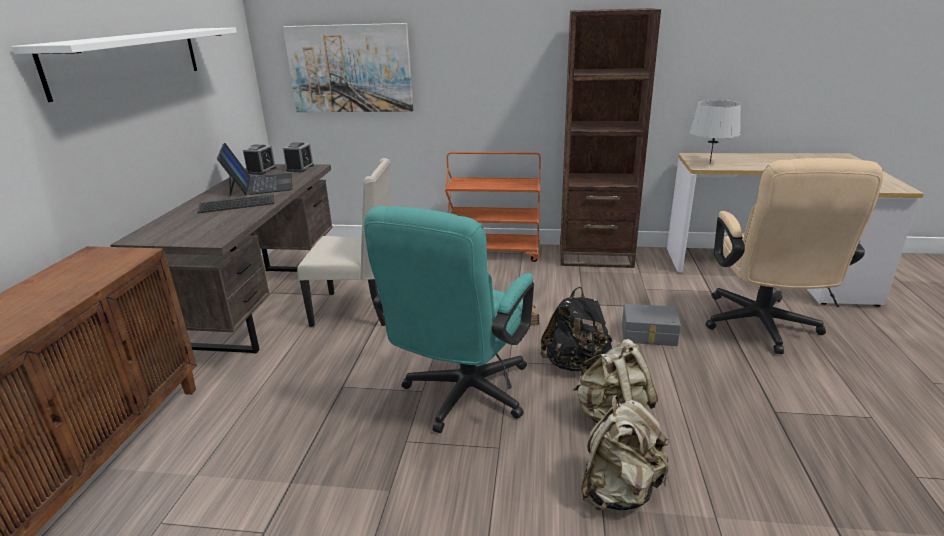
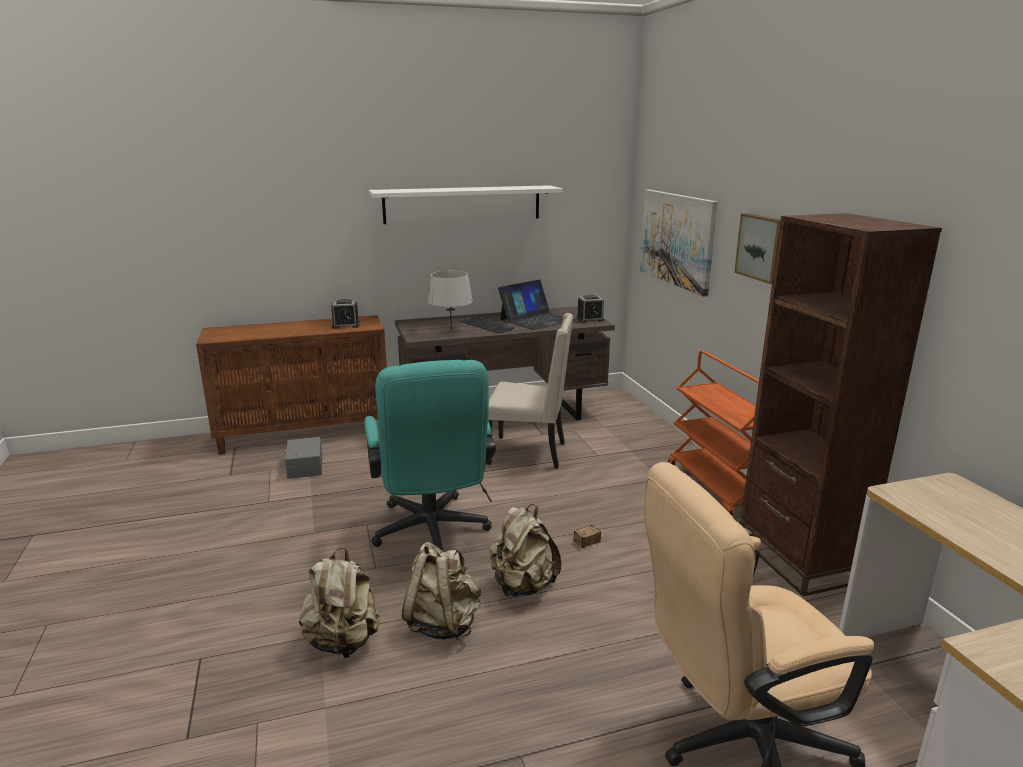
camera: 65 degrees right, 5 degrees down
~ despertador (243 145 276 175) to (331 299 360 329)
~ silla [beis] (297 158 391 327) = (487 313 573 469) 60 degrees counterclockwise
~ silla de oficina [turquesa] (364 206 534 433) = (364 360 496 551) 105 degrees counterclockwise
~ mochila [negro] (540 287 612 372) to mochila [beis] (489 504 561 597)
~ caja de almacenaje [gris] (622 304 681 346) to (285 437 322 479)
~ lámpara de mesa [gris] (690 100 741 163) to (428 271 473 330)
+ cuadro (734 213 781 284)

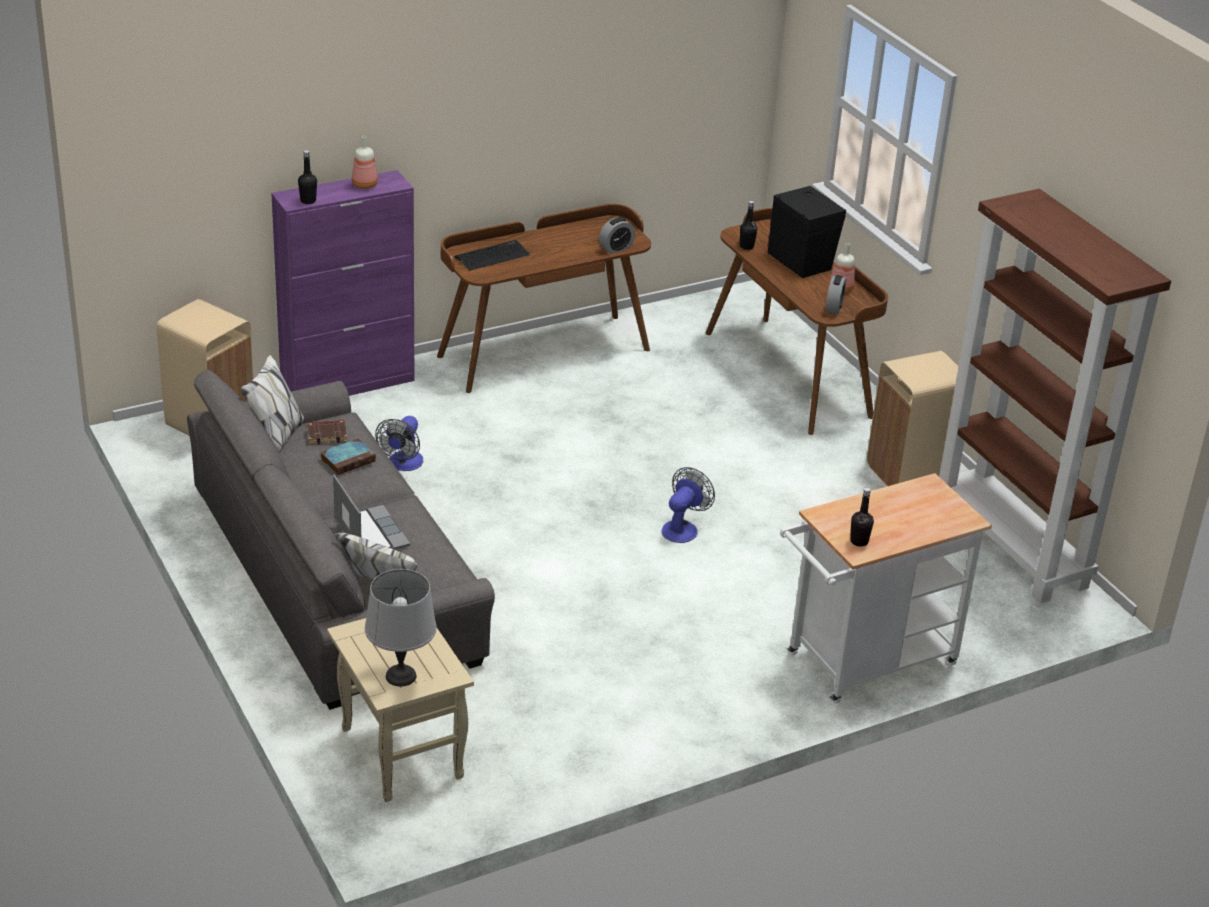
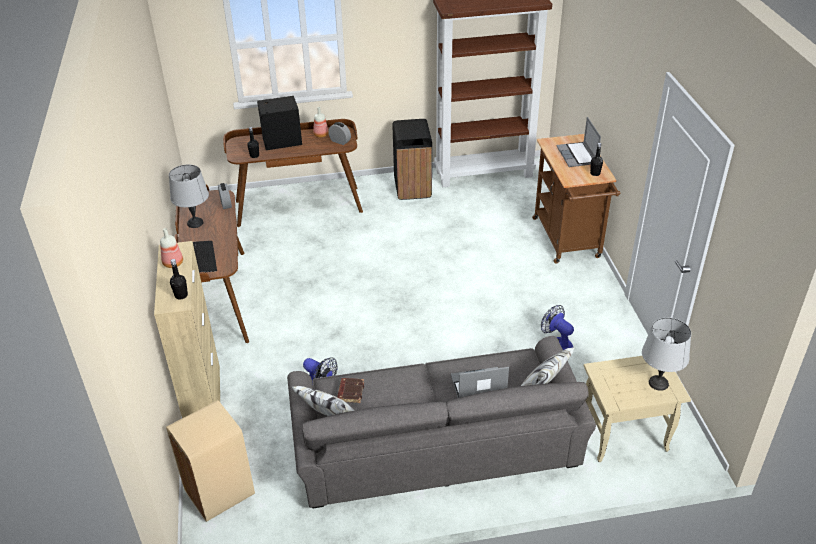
camera: 70 degrees left, 5 degrees up
~ armario [morado] (271 170 414 396) to armario [beis] (154 241 220 418)
- libro (321 438 376 475)
~ ventilador (662 467 715 543) to (541 305 574 350)
~ carrito [blanco] (780 473 992 703) to carrito [marrón] (532 134 620 263)
~ papelera [beis] (867 351 959 486) to papelera [negro] (393 119 432 200)
+ lámpara de mesa [gris] (169 164 209 228)
+ portátil (557 117 601 167)

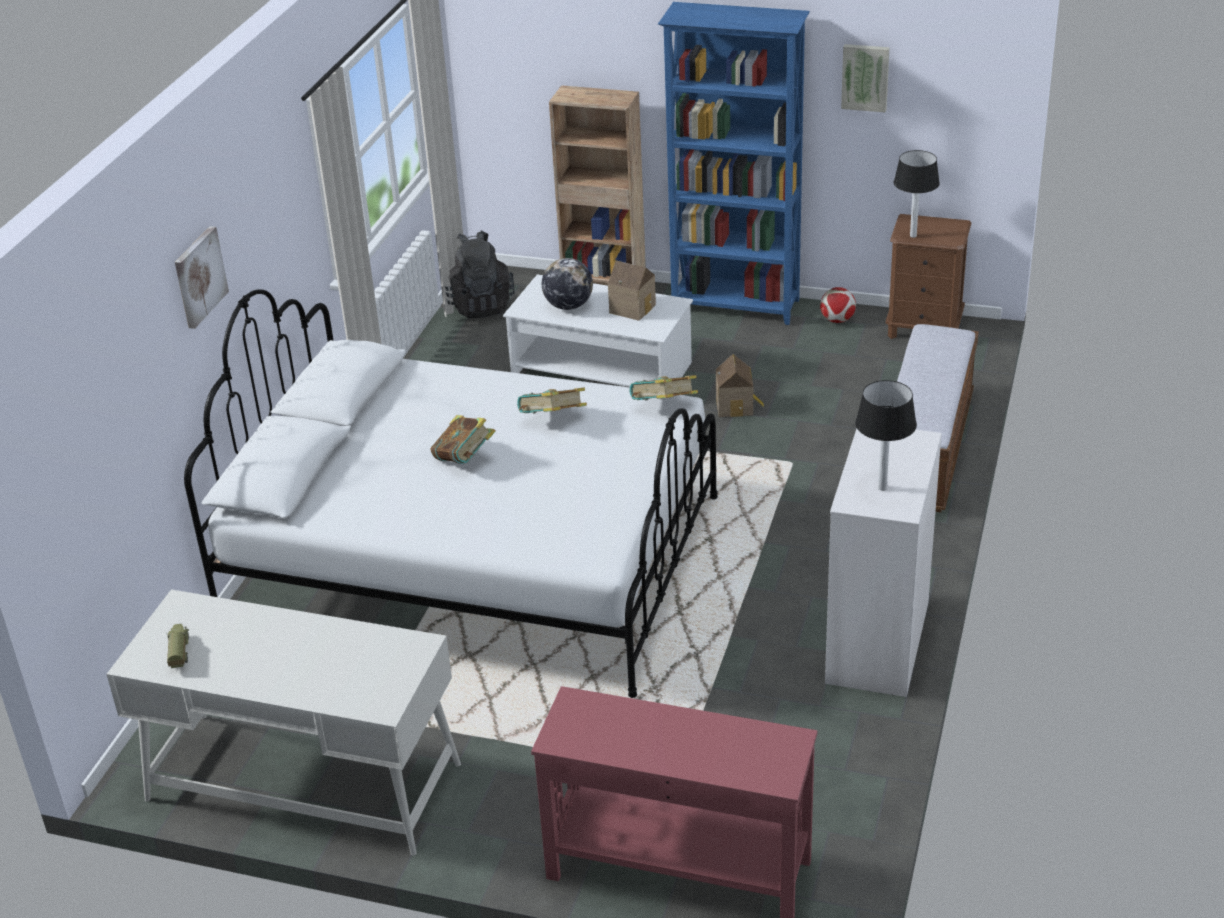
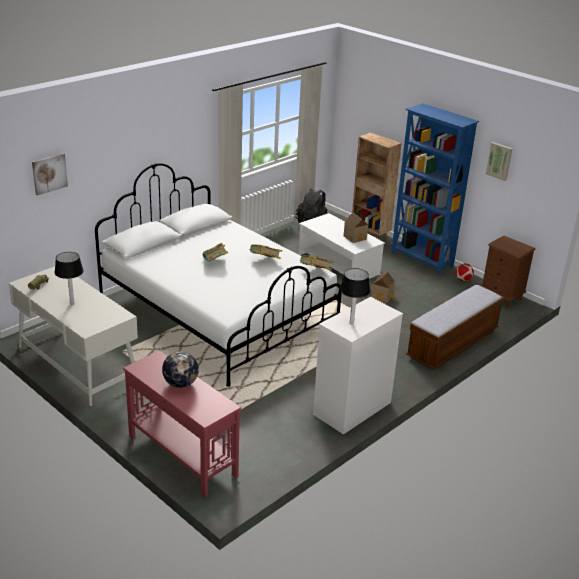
camera: 25 degrees right, 5 degrees down
~ cuadro (175 226 229 329) to (32 153 68 195)
~ globo terráqueo (542 258 593 310) to (162 351 199 388)
~ lámpara de mesa (893 150 940 238) to (55 252 84 304)

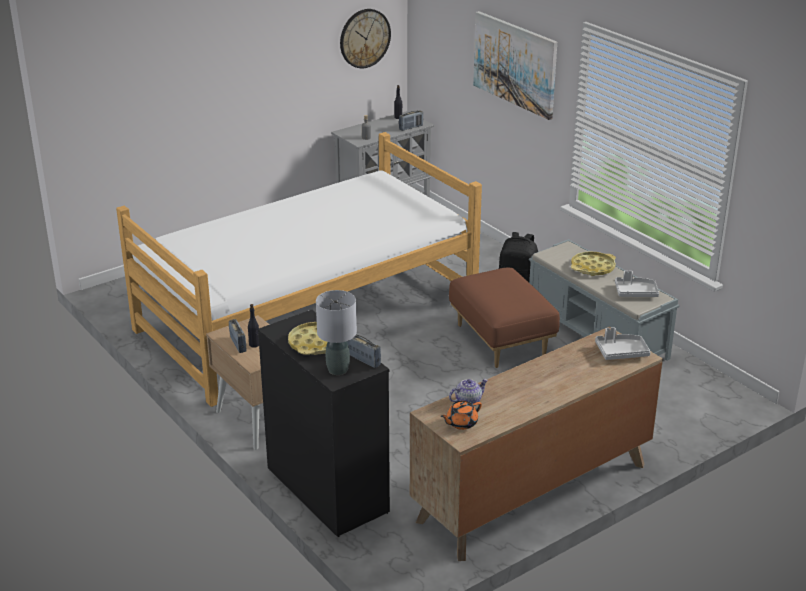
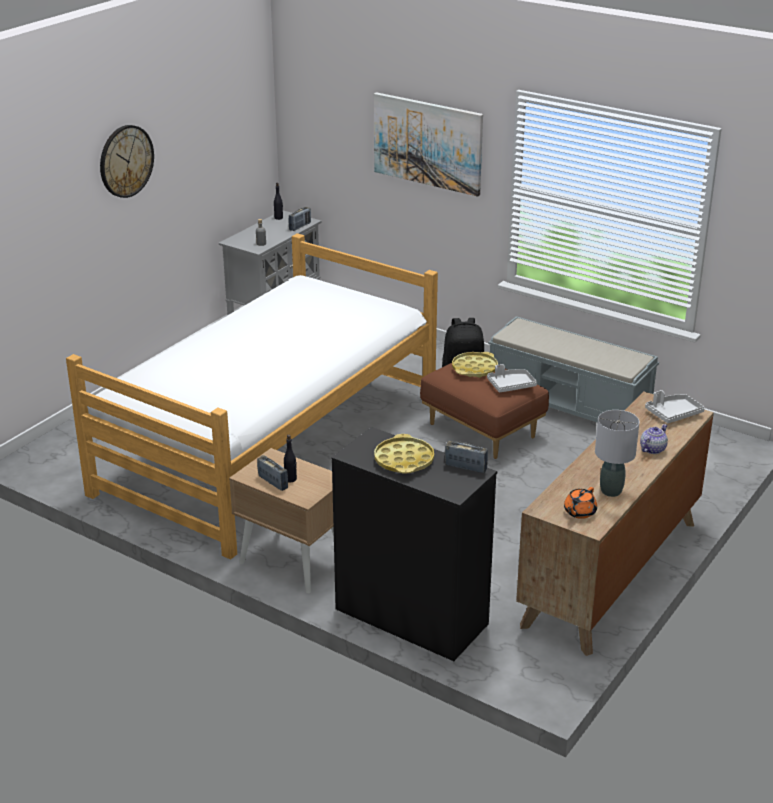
camera: 20 degrees left, 0 degrees up
~ lámpara de mesa [gris] (316 290 357 375) to (595 410 640 497)
~ reloj de pared (340 9 391 68) to (100 125 154 198)
~ tetera (449 379 488 404) to (640 424 668 454)
~ bandeja [amarillo] (571 251 616 276) to (452 352 498 378)
~ bandeja [gris] (615 271 659 297) to (487 364 537 392)

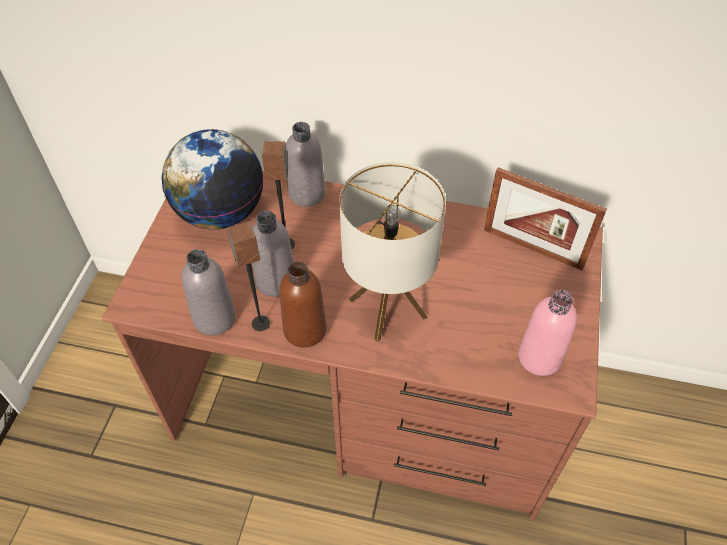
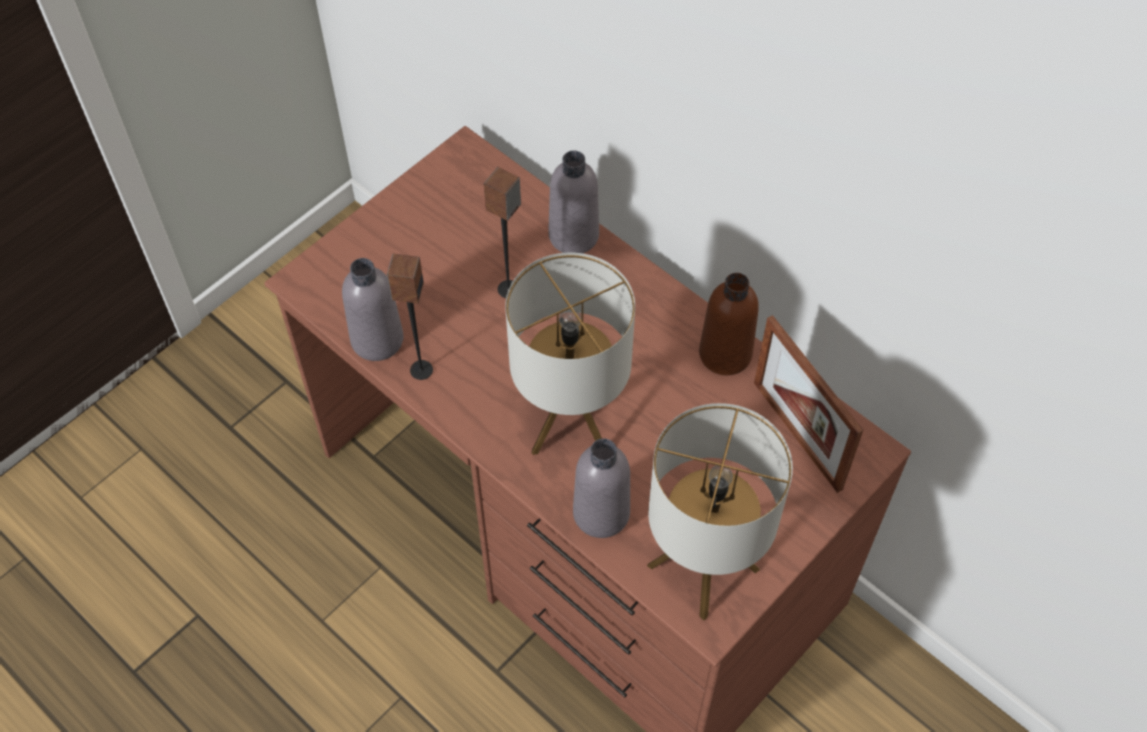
camera: 30 degrees right, 5 degrees up
- globo terráqueo (162 129 263 230)
~ botella [gris] (252 211 294 297) to (573 438 630 538)
~ botella [marrón] (279 261 327 348) to (699 273 759 375)
~ botella [rosa] (518 290 577 376) to lámpara de mesa (647 403 793 620)

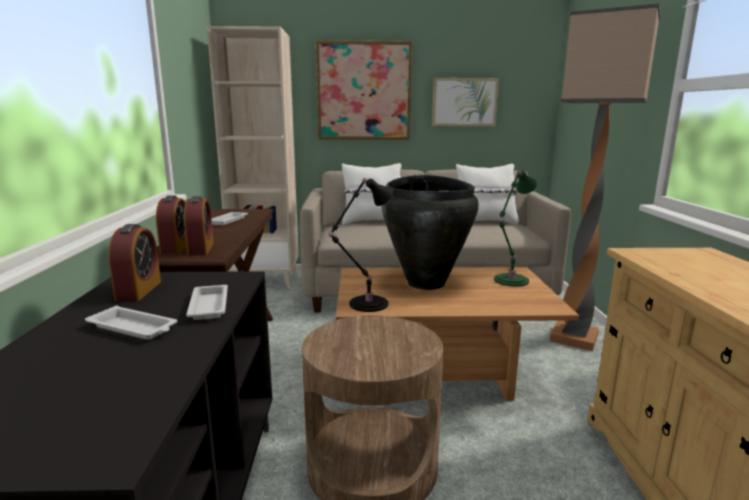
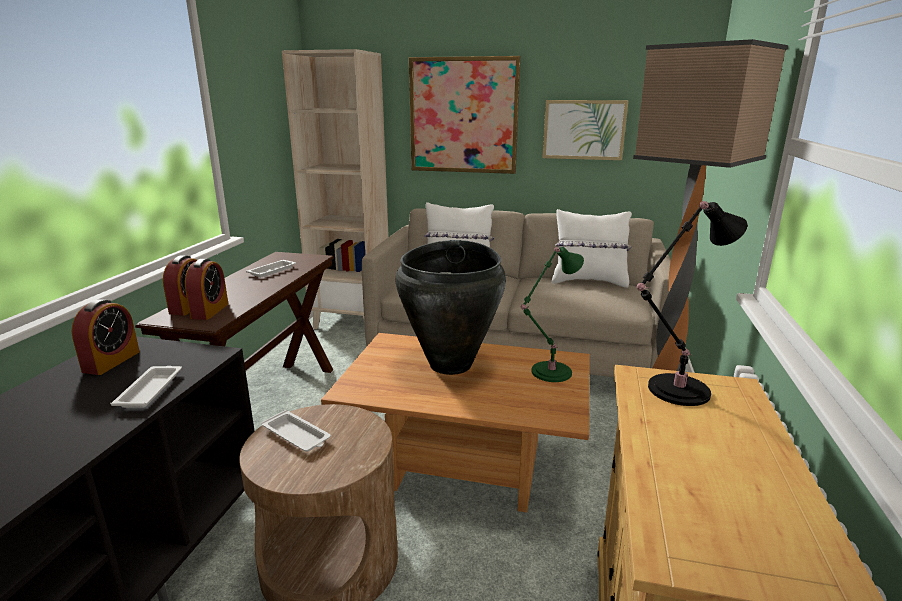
camera: 15 degrees right, 5 degrees up
~ bandeja [blanco] (85 305 177 340) to (261 410 331 452)
~ lámpara de mesa [negro] (328 178 393 312) to (637 201 747 406)

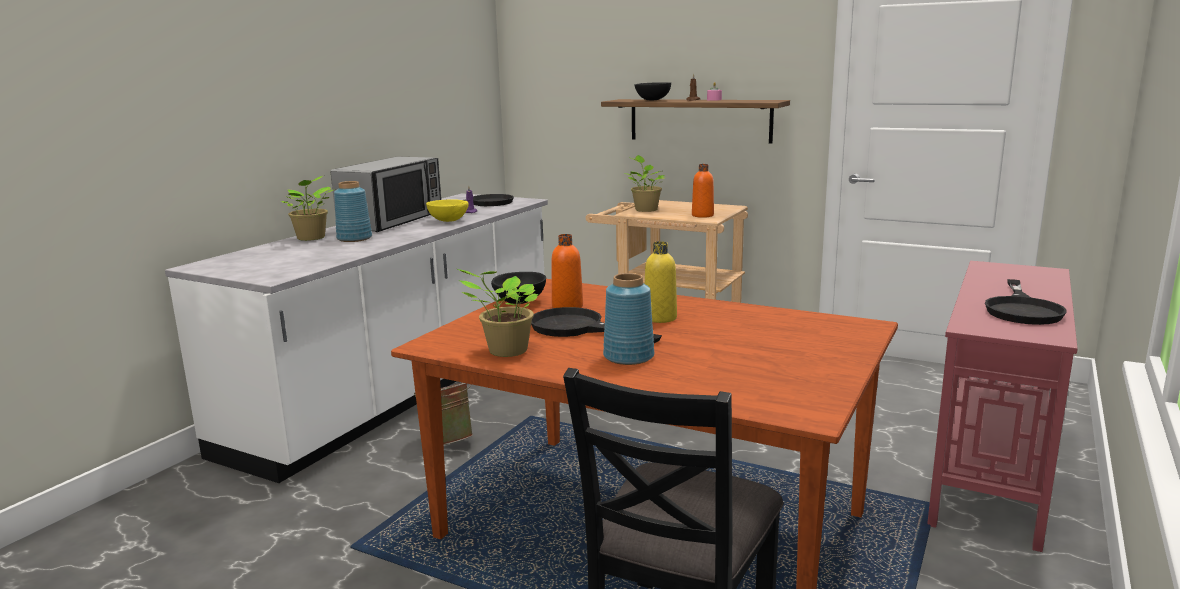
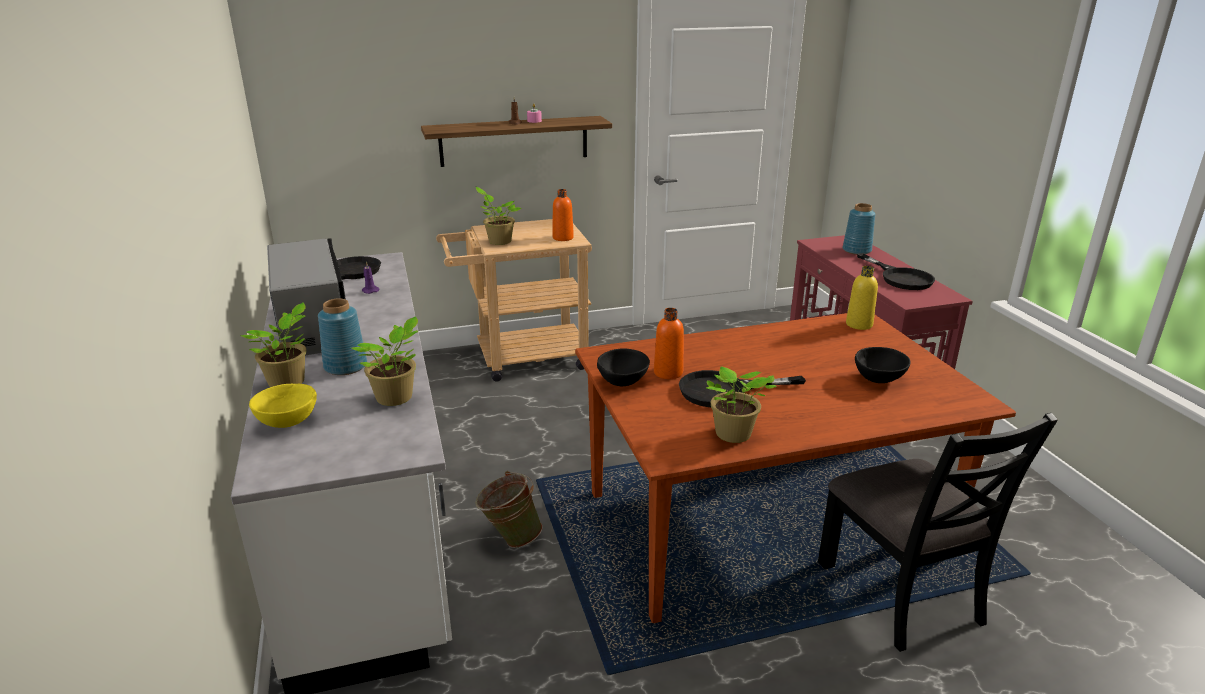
camera: 45 degrees left, 10 degrees up
~ cuenco [amarillo] (426 199 469 222) to (249 384 317 428)
~ florero [azul] (603 273 654 365) to (843 203 875 255)
~ cuenco [negro] (634 82 671 101) to (855 347 911 383)
~ botella [amarillo] (645 241 677 323) to (846 266 878 330)
+ planta en maceta (352 316 418 406)

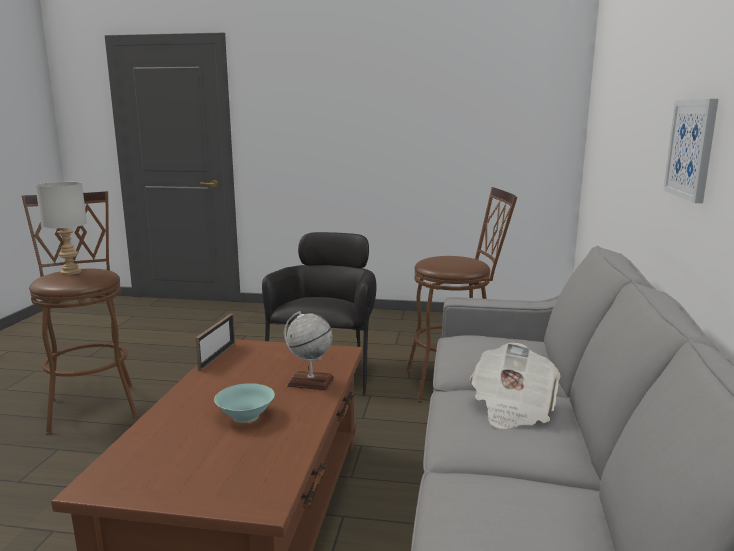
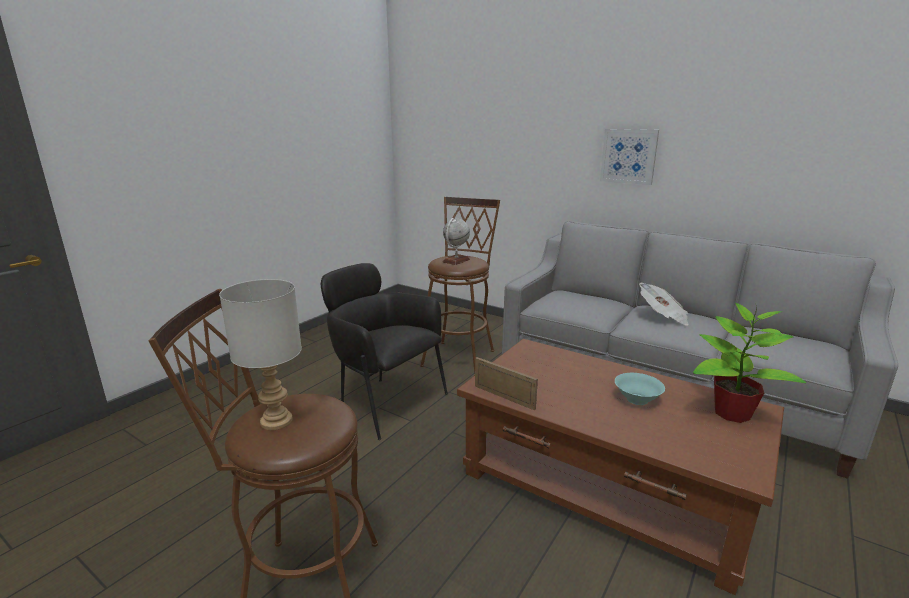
camera: 65 degrees left, 5 degrees up
~ globo terráqueo (284 311 334 390) to (442 218 470 265)
+ planta en maceta (693 303 806 423)

